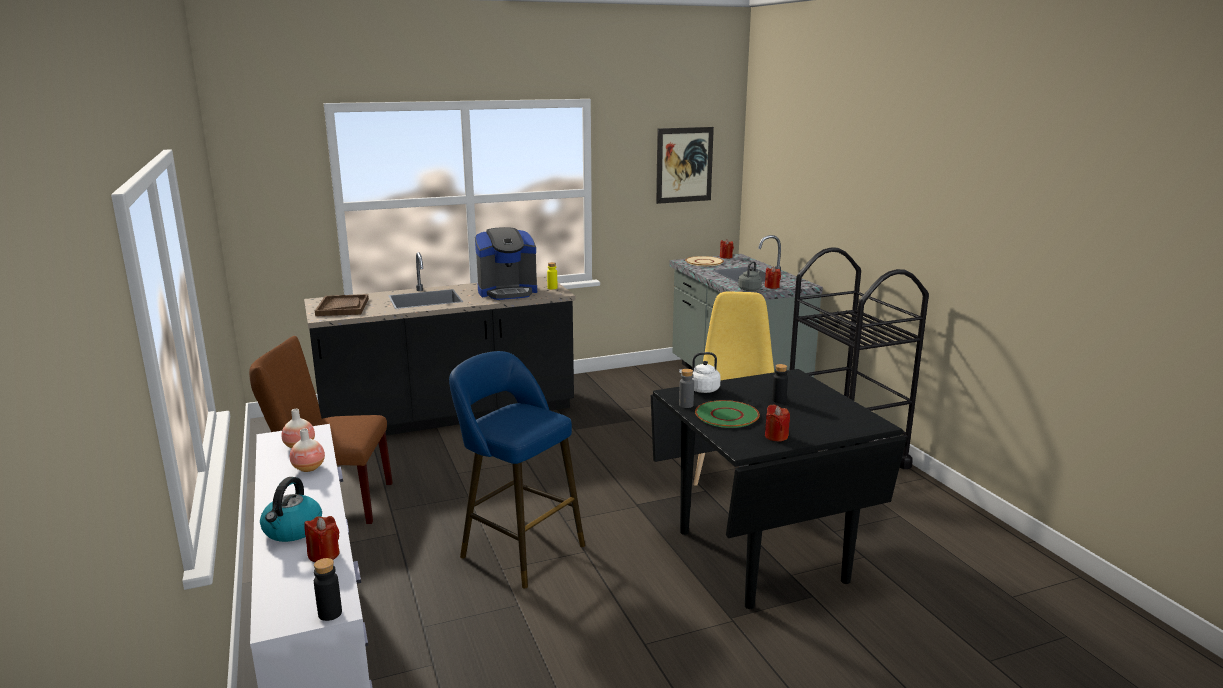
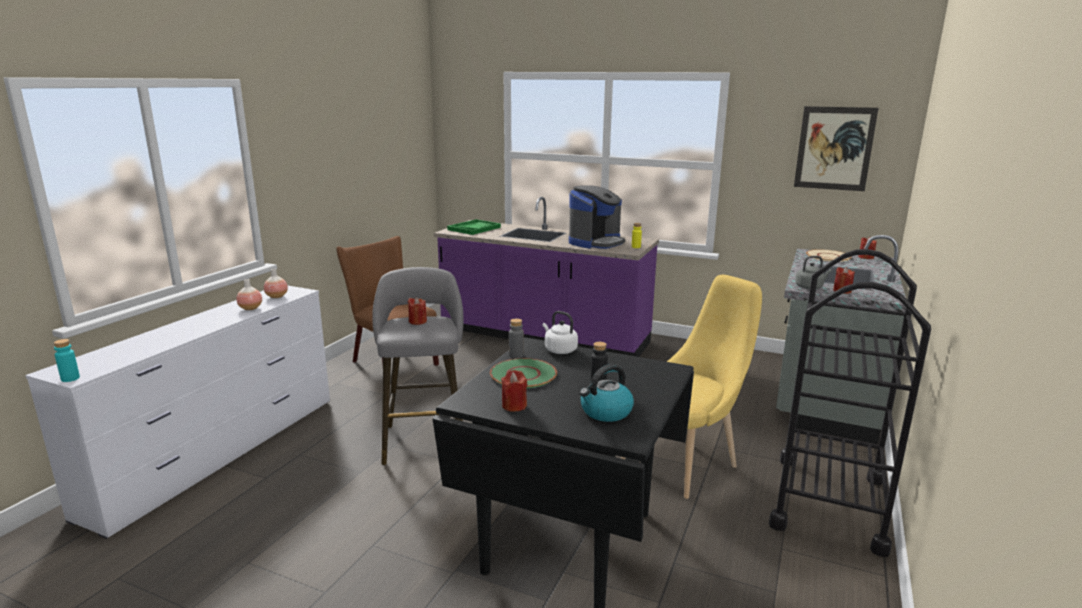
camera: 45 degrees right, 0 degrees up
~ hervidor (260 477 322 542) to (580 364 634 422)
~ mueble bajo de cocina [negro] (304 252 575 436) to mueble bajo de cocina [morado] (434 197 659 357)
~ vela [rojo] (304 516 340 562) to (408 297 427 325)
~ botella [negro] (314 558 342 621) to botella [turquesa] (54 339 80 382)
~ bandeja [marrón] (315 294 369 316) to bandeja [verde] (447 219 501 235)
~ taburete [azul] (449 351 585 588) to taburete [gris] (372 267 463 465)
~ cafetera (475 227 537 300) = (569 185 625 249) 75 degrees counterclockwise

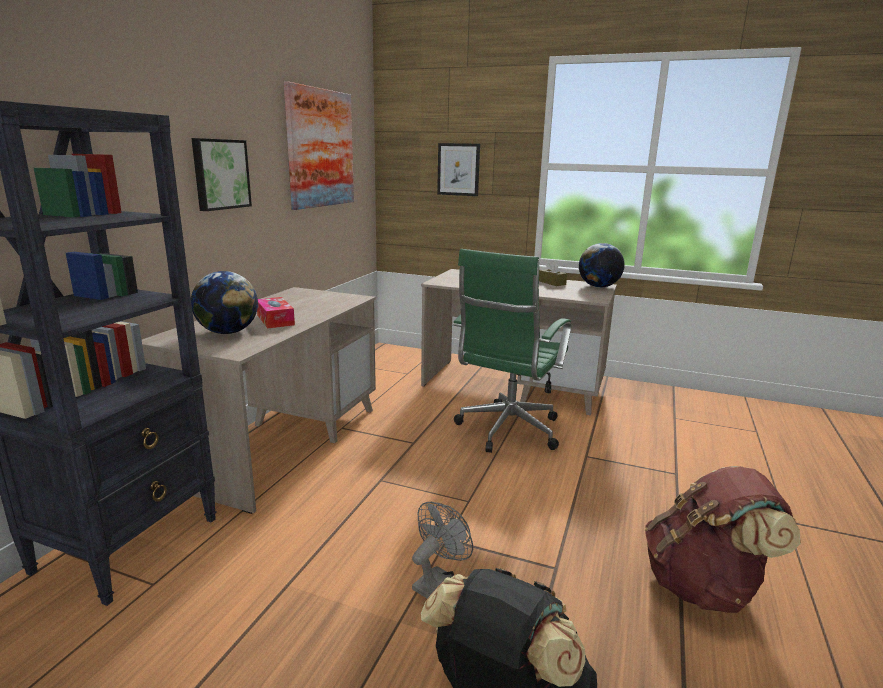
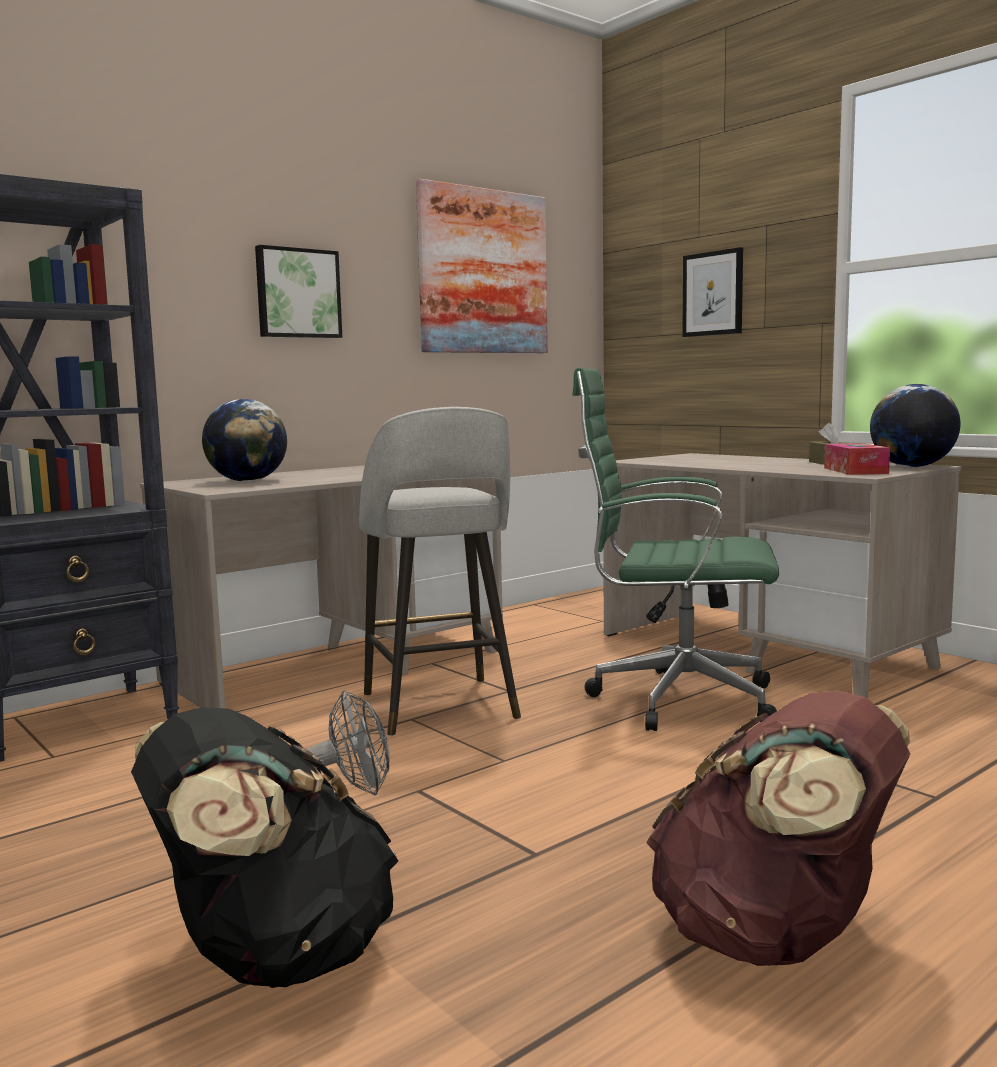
camera: 30 degrees right, 10 degrees down
~ caja de pañuelos (257 297 295 328) to (824 443 890 475)
~ silla de oficina [verde] (452 249 571 453) = (572 368 779 731) 45 degrees clockwise
+ taburete [gris] (359 407 521 736)

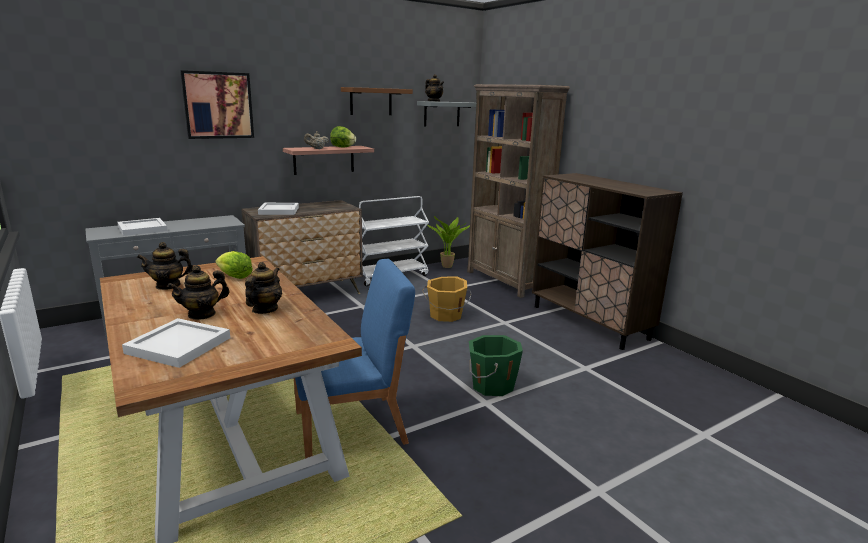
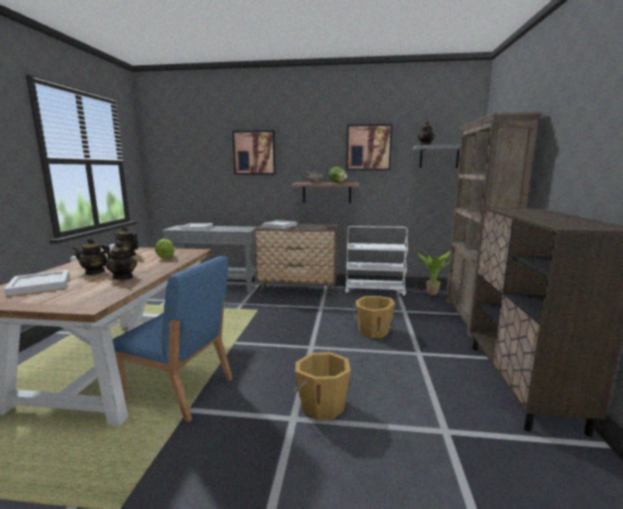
camera: 40 degrees right, 5 degrees down
~ tetera (245 262 282 314) = (106 241 137 280) 90 degrees clockwise
~ estante [marrón] (341 87 413 115) to cuadro (346 124 393 170)
~ cubo [verde] (469 335 523 396) to cubo [naranja] (294 352 351 420)

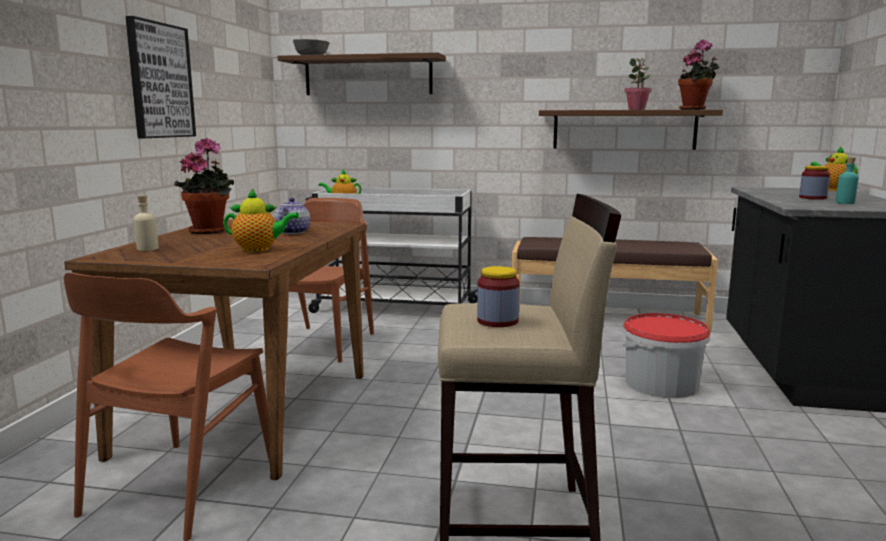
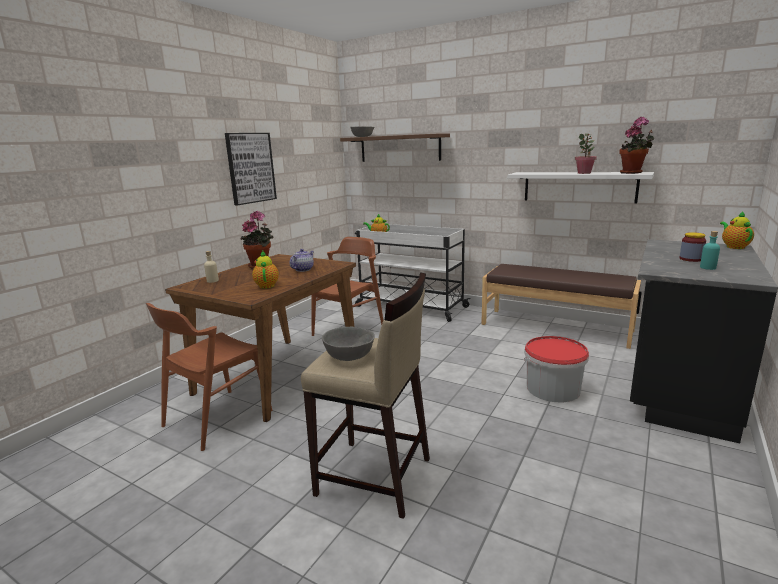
camera: 20 degrees right, 5 degrees up
~ tetera (223 188 299 252) = (252 251 279 289) 120 degrees counterclockwise
~ tarro (477 266 520 327) to cuenco [gris] (322 327 375 361)
~ estante [marrón] (539 110 723 150) to estante [blanco] (508 172 654 203)

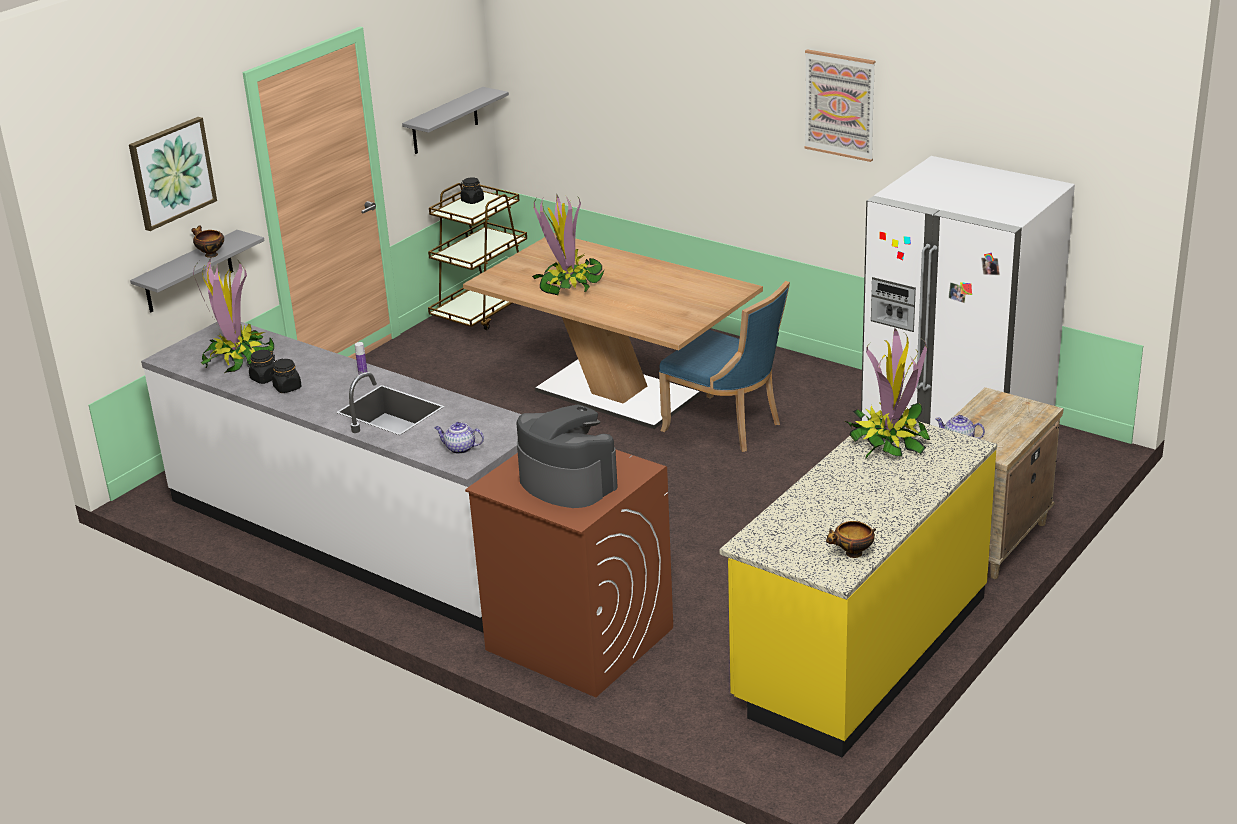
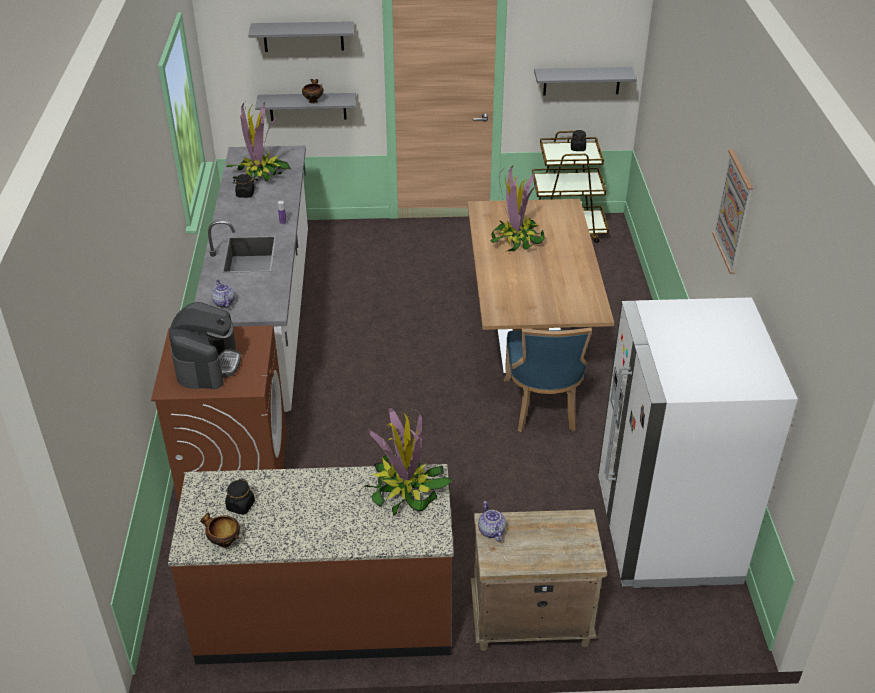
camera: 50 degrees right, 10 degrees up
~ cuadro (129 117 217 231) to estante [gris] (248 21 354 52)
~ tarro [negro] (272 358 302 393) to (225 478 255 515)
~ mueble bajo de cocina [amarillo] (720 410 997 757) to mueble bajo de cocina [marrón] (168 464 454 664)

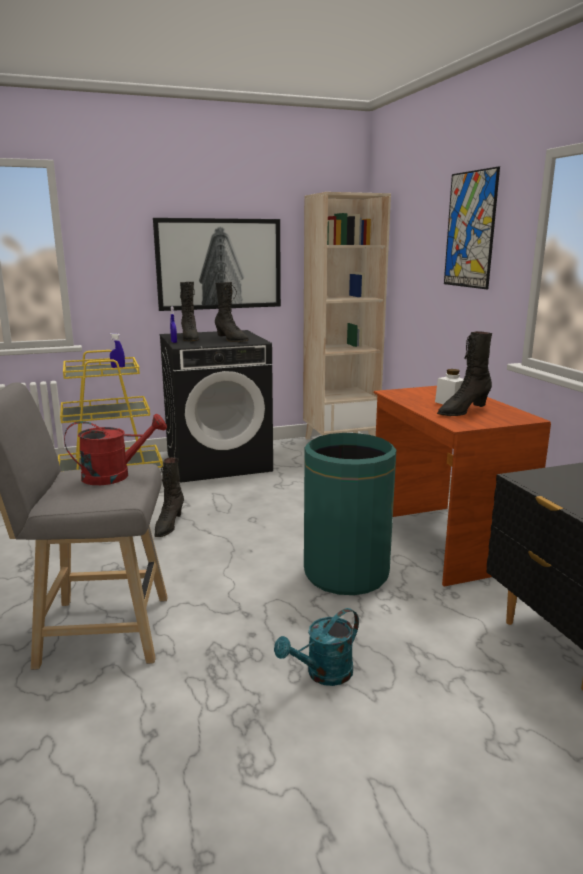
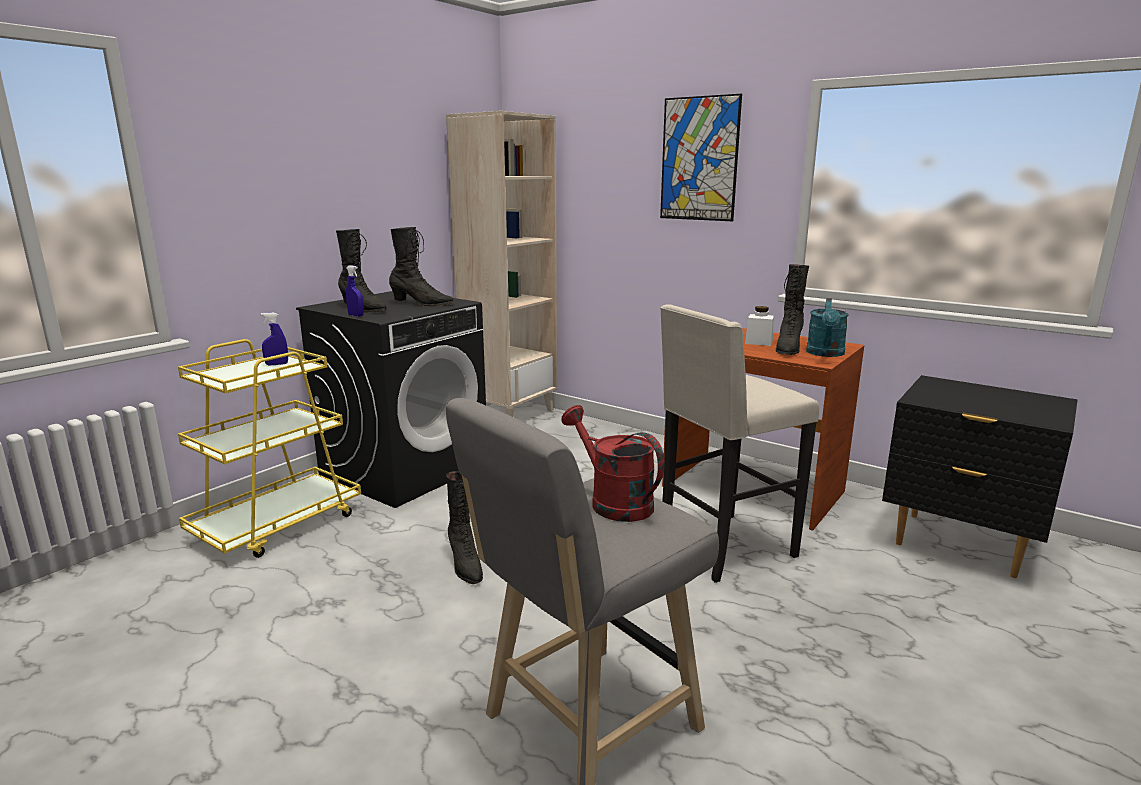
camera: 35 degrees left, 0 degrees up
~ regadera [rojo] (64 414 167 485) = (561 405 665 522) 75 degrees counterclockwise
- cuadro (153 218 281 311)
~ regadera [turquesa] (274 608 359 686) to (806 298 848 357)
~ papelera [verde] (304 433 396 595) to taburete [beis] (660 304 819 583)

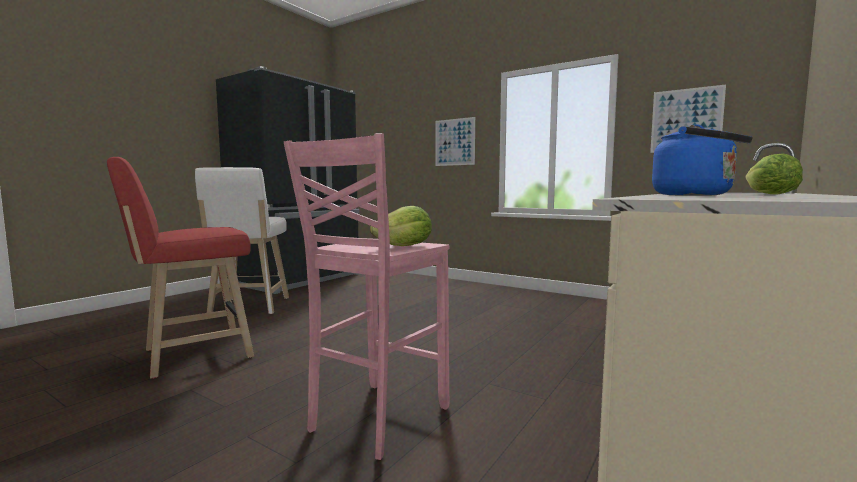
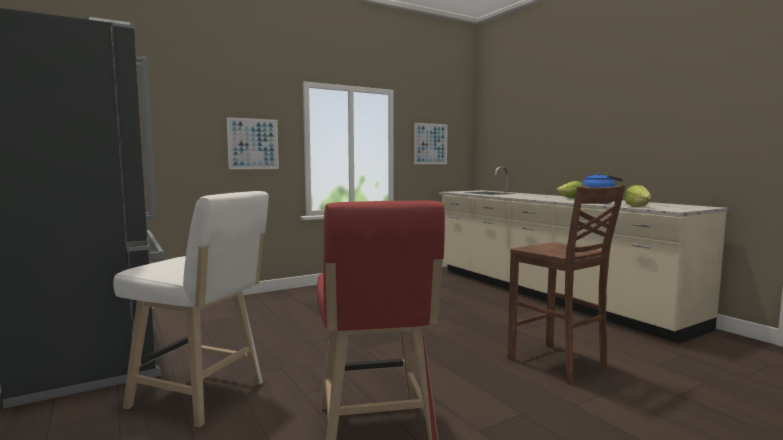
camera: 65 degrees left, 0 degrees up
~ taburete [rosa] (284 133 449 460) to taburete [marrón] (507 184 626 385)
~ lechuga (370 206 432 246) to (625 185 651 207)

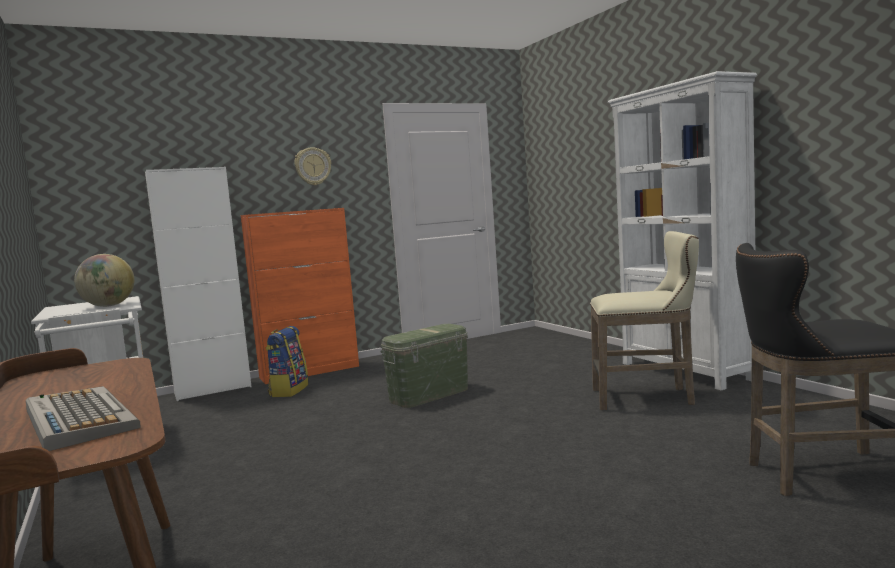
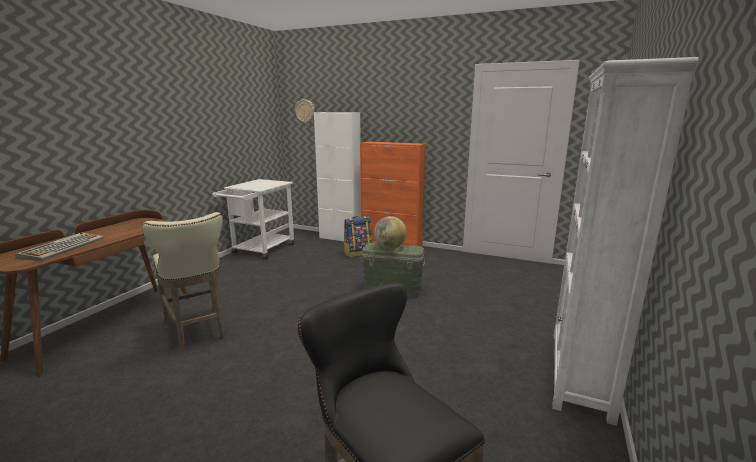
camera: 50 degrees right, 10 degrees up
~ globo terráqueo (74 254 134 307) to (374 216 407 249)
~ reloj de pared (294 147 331 185) to (295 99 315 123)
~ taburete [beis] (590 231 699 410) to (142 212 226 352)

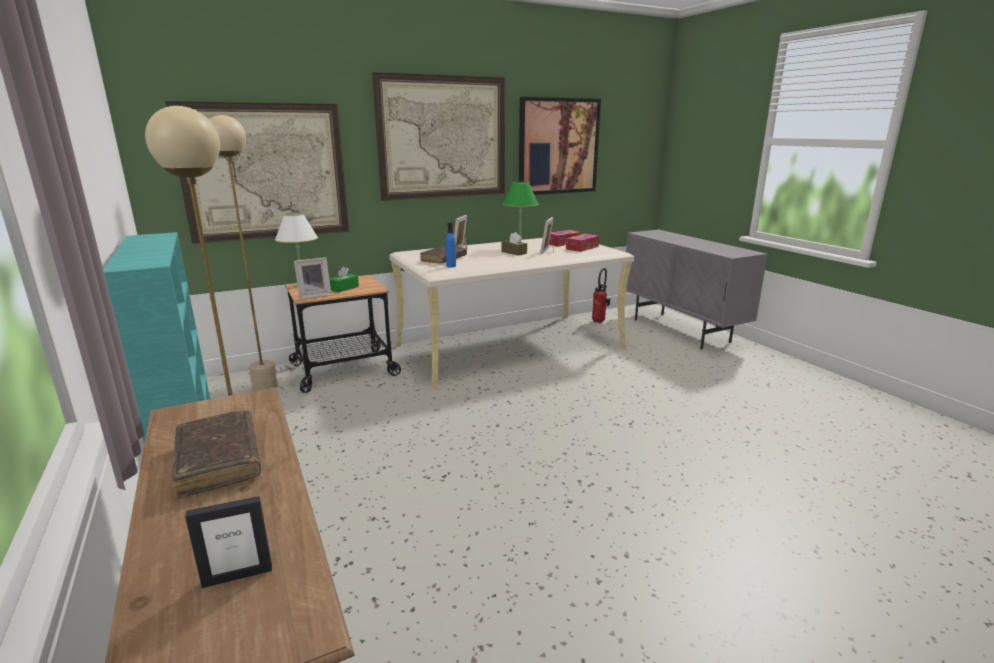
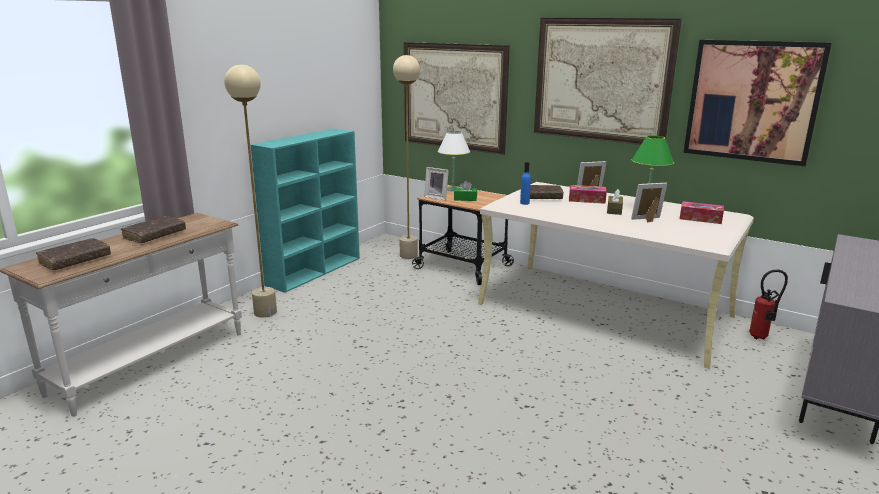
camera: 60 degrees right, 0 degrees up
~ portarretratos (185 496 272 588) to libro [marrón] (36 238 111 270)
~ caja de pañuelos (566 234 599 252) to (569 185 607 204)

